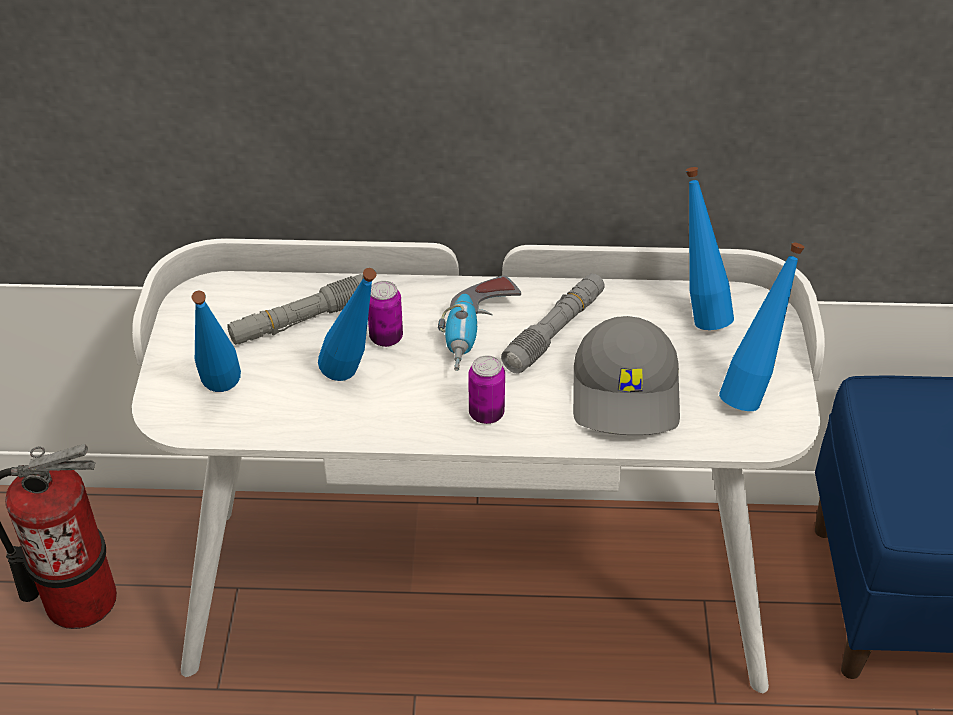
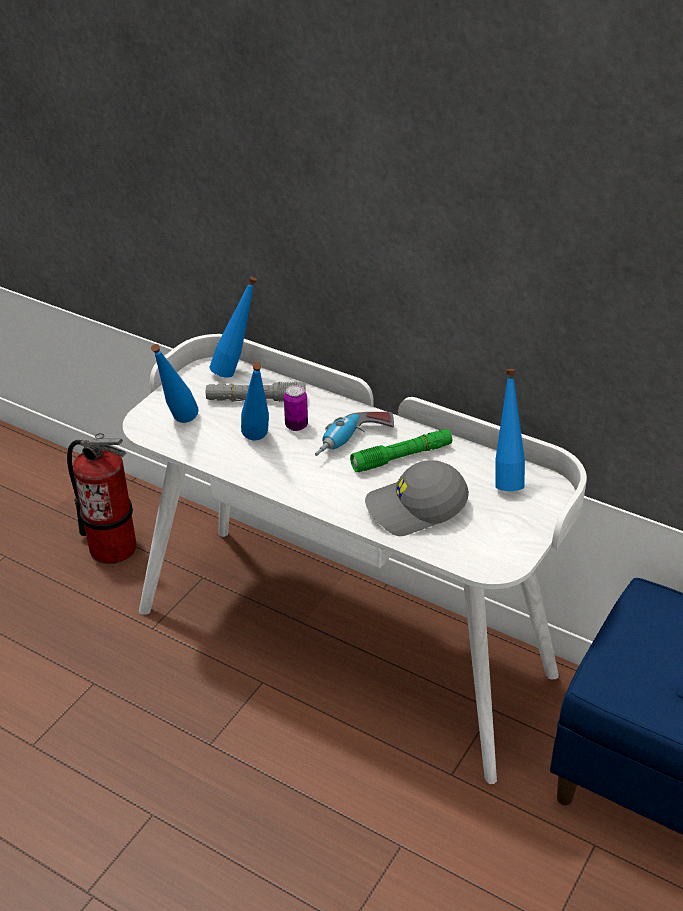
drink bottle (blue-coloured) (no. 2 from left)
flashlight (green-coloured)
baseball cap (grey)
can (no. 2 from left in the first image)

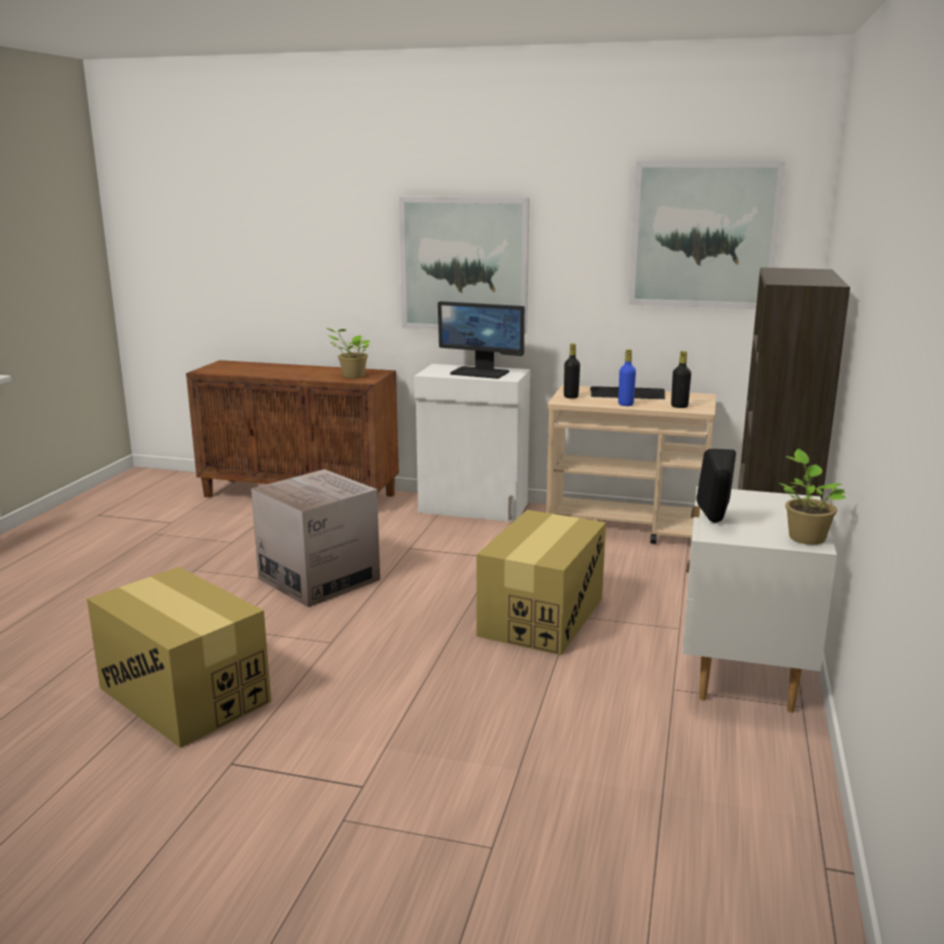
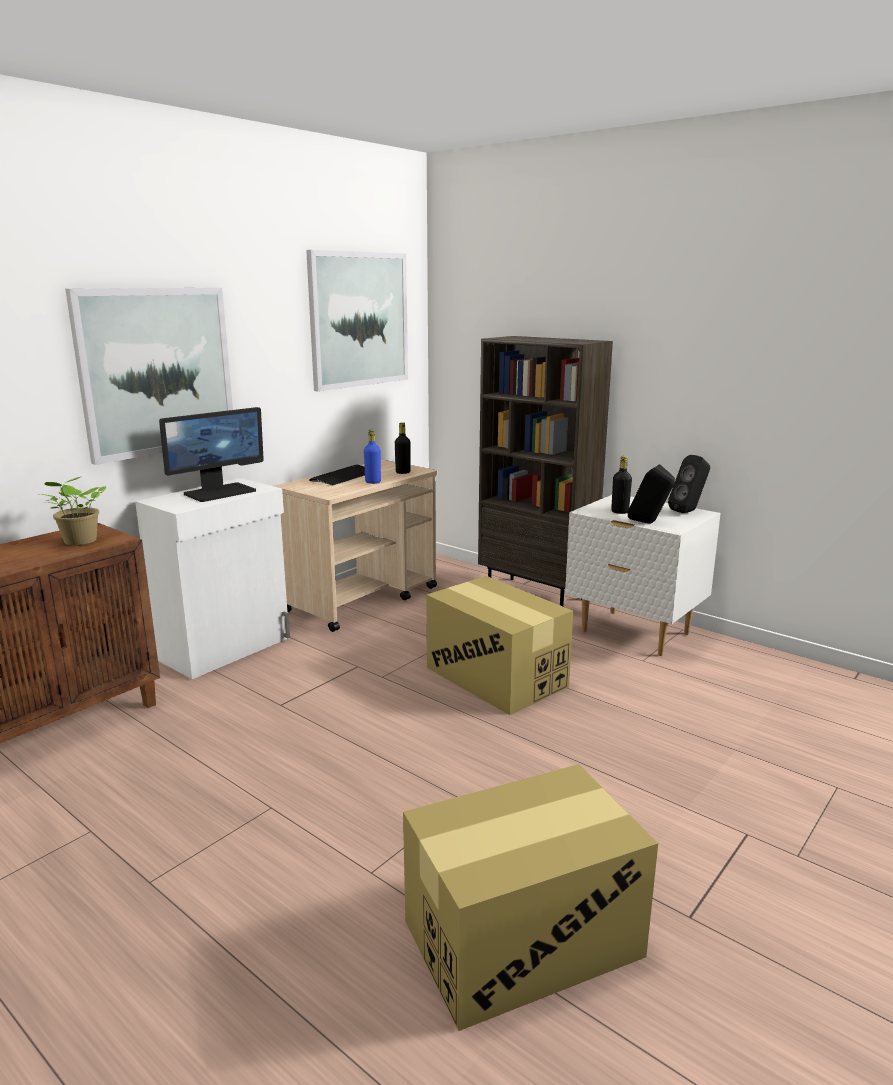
drink bottle (black-coloured) (no. 2 from left)
loudspeaker (black-coloured) (no. 2 from left)
packing box (no. 2 from left in the first image)

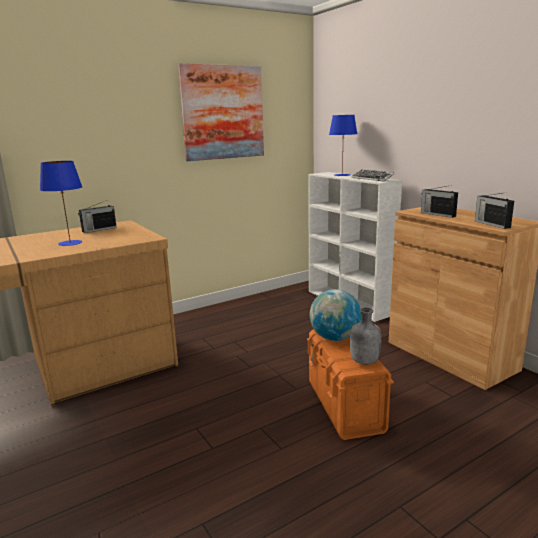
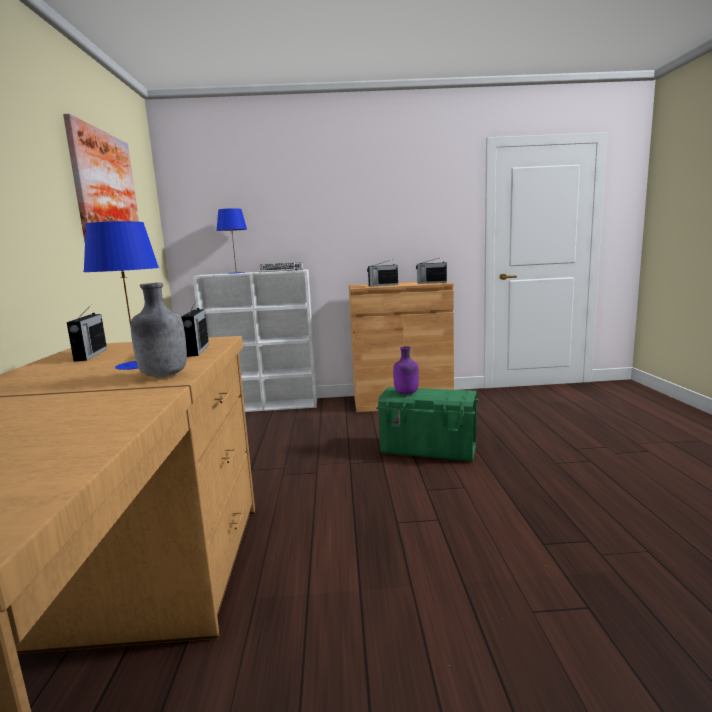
drink bottle (purplish)
drink bottle (grey)
storage bin (green-coloured)
radio receiver (no. 2 from left)

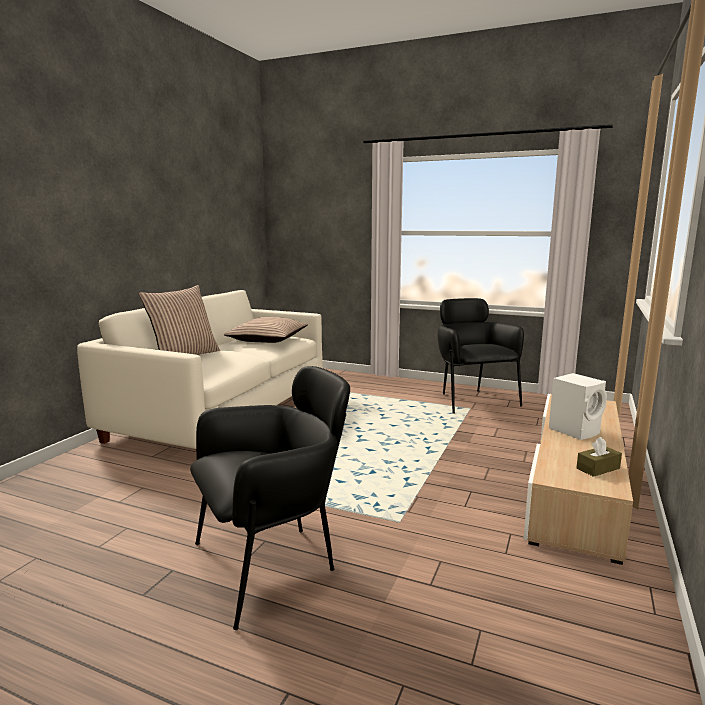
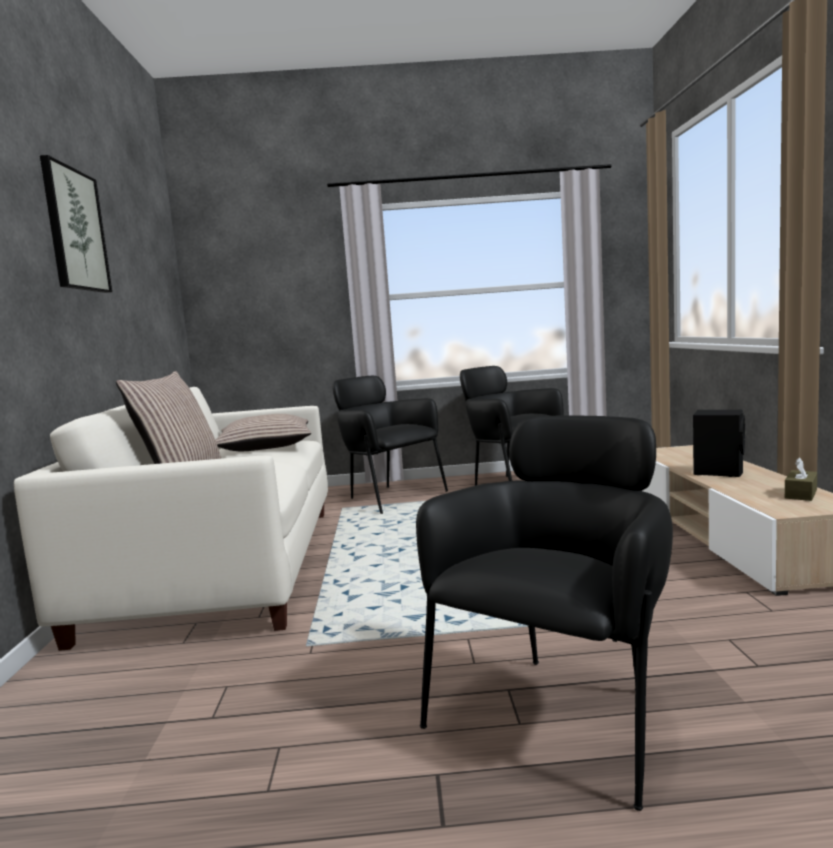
loudspeaker (black-coloured)
picture
easy chair (black-coloured) (no. 1 from left)

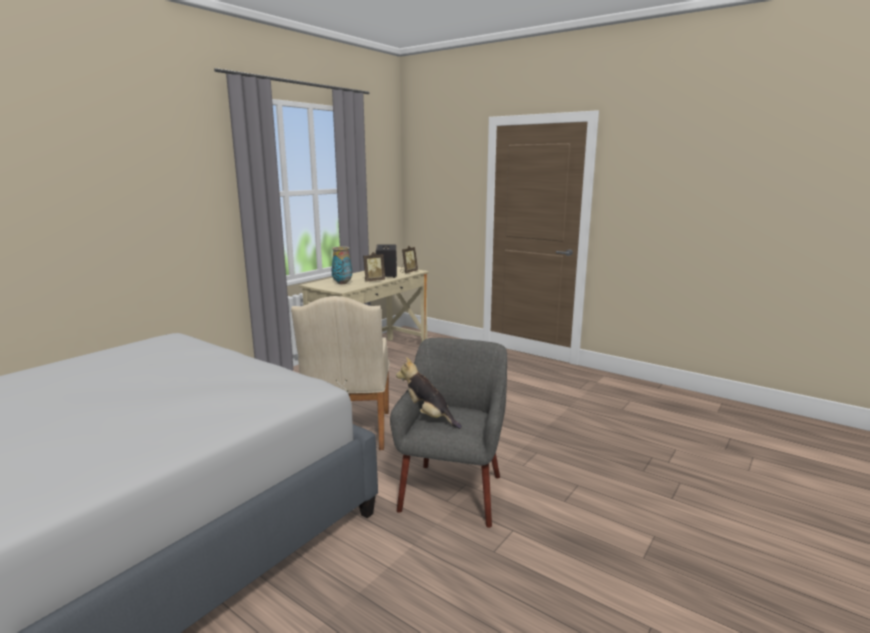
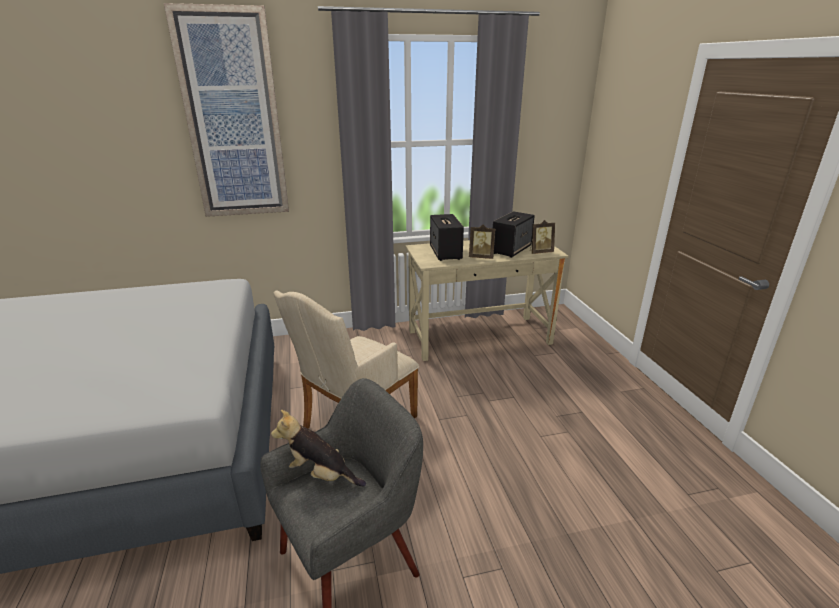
loudspeaker (no. 1 from left)
soft toy
picture

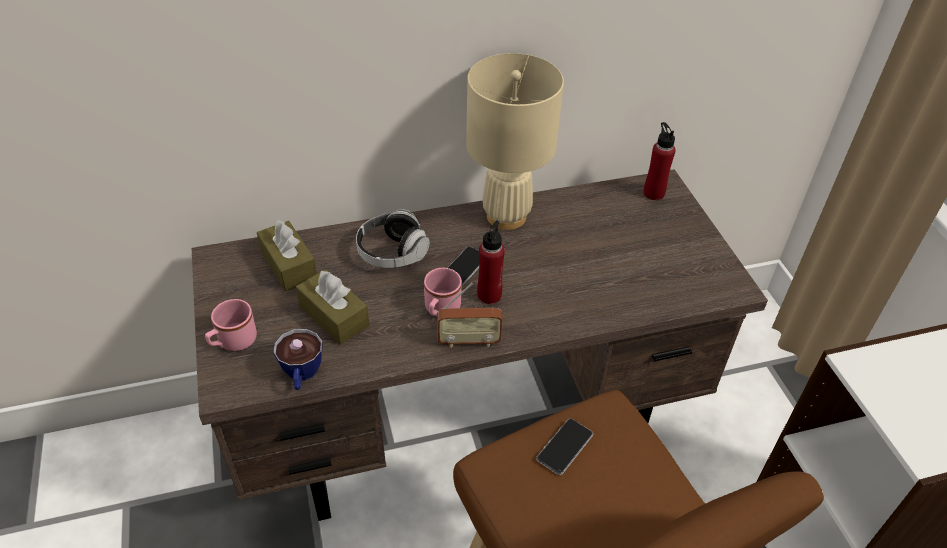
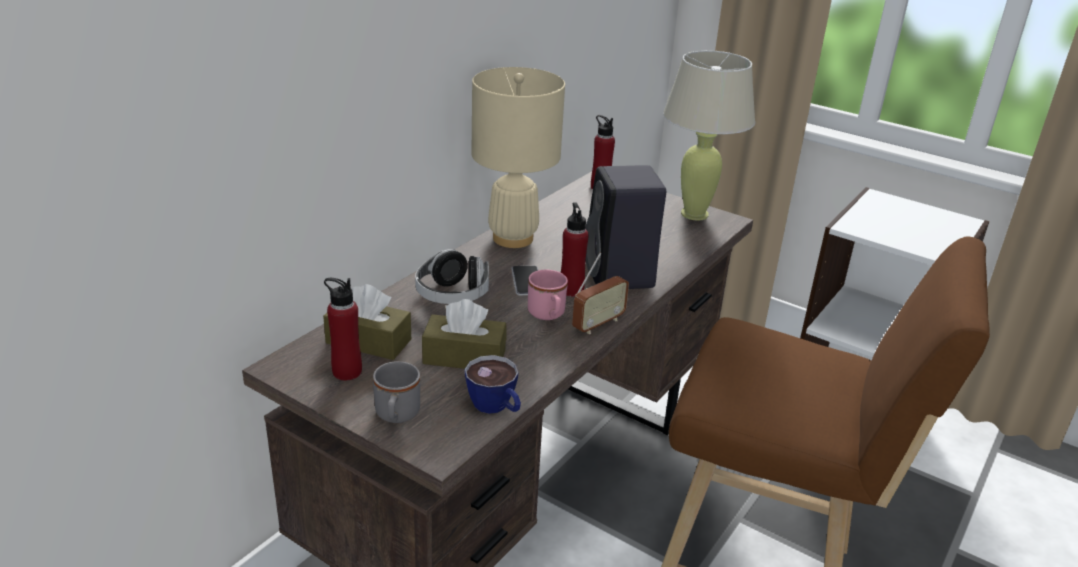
coffee mug (grey)
handset (no. 2 from left in the first image)
tabletop lamp (beige) (no. 2 from left)
loudspeaker (black-coloured)
drink bottle (red) (no. 1 from left)

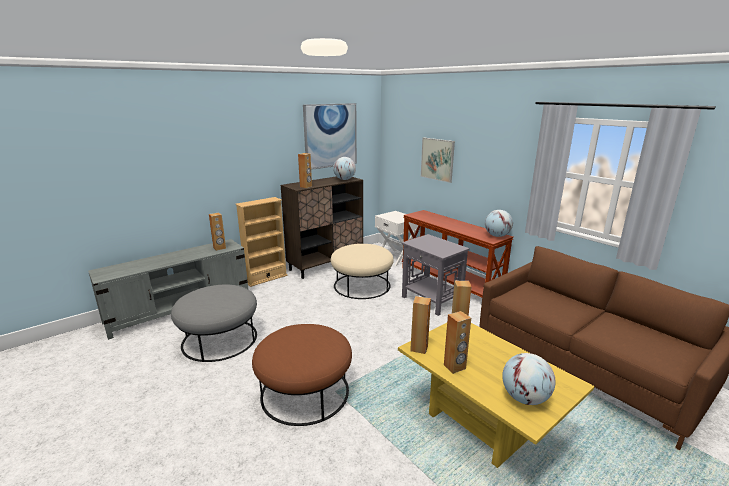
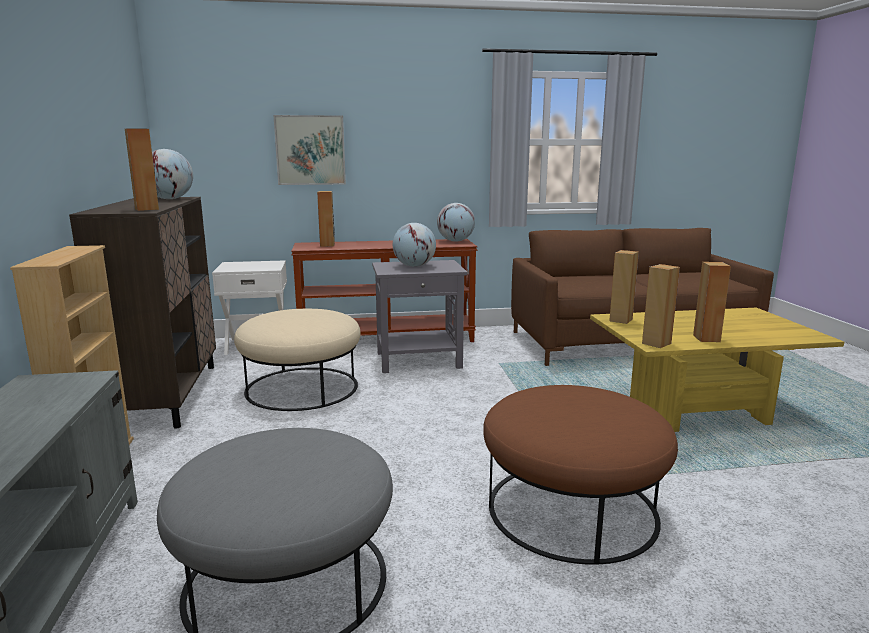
picture (no. 1 from left in the first image)
loudspeaker (brown) (no. 2 from left)
world globe (no. 2 from left)

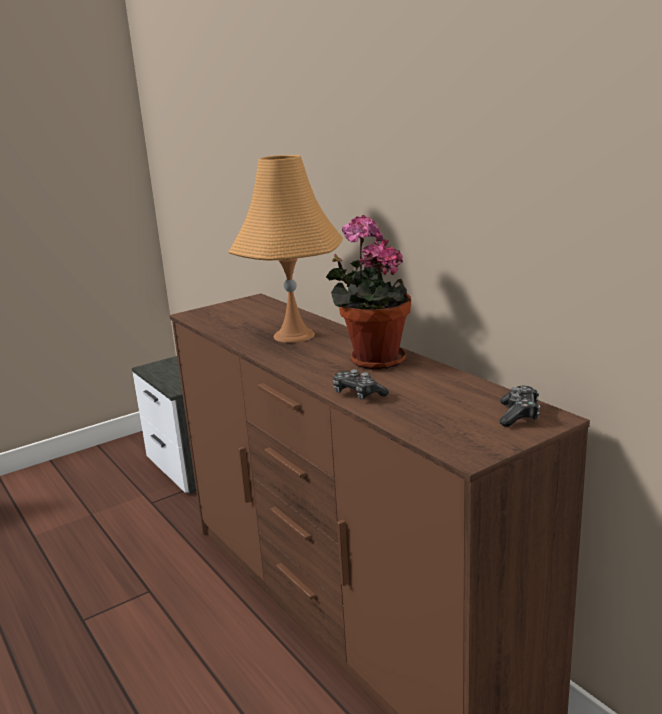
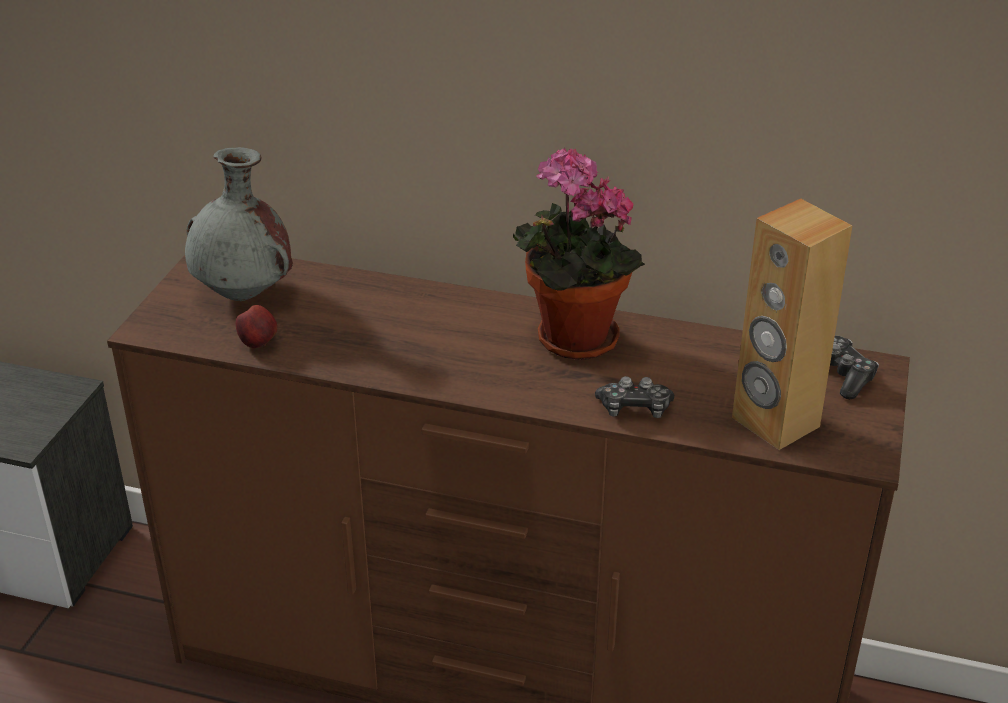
tabletop lamp (orangey)
vase (grey)
loudspeaker (brown)
apple

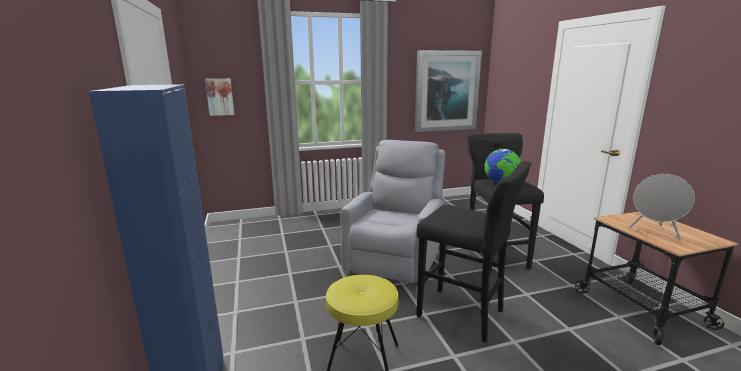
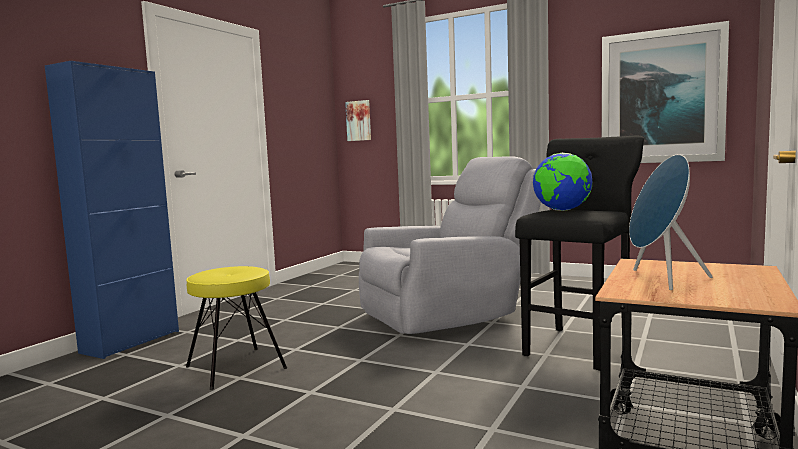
sitting stool (black-coloured) (no. 1 from left in the first image)
loudspeaker (blue-coloured)

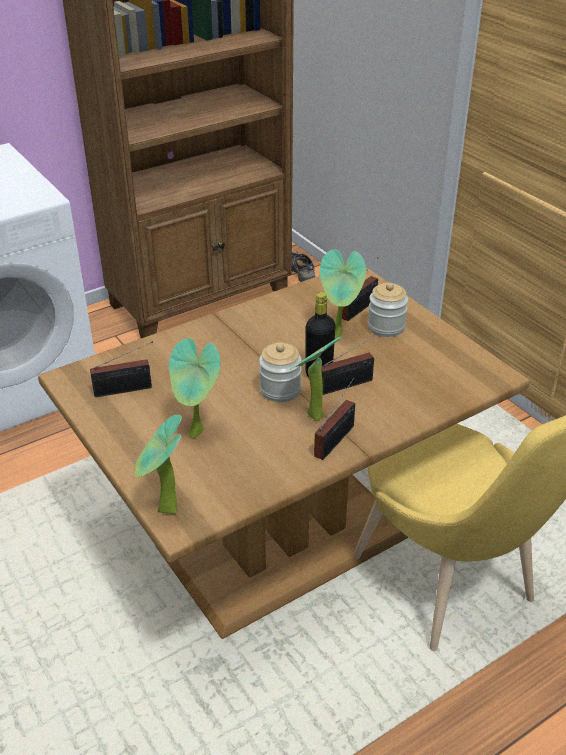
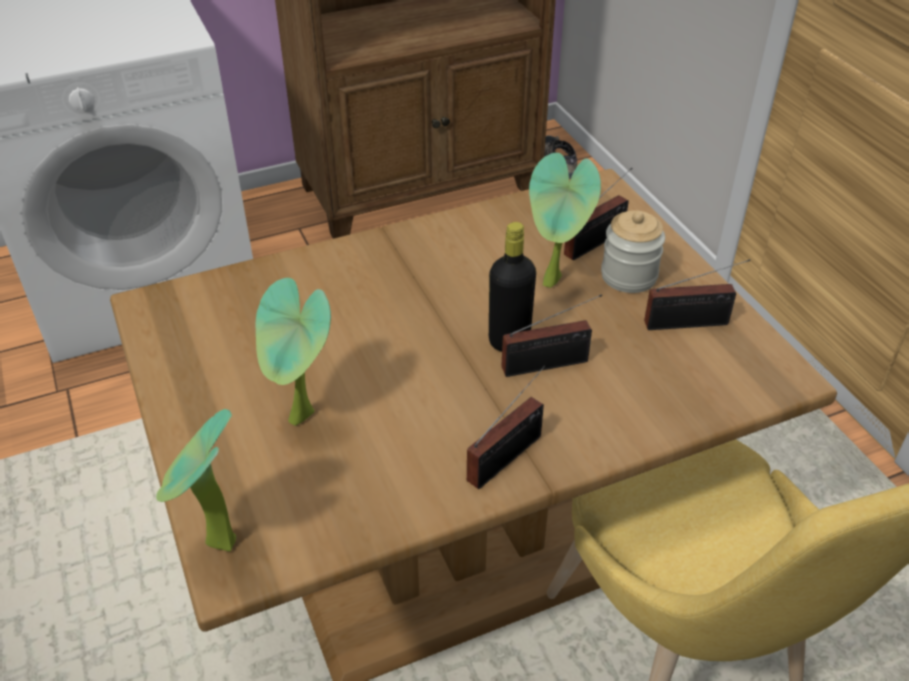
houseplant (no. 3 from left in the first image)
radio receiver (no. 4 from left)
storage jar (no. 1 from left in the first image)

